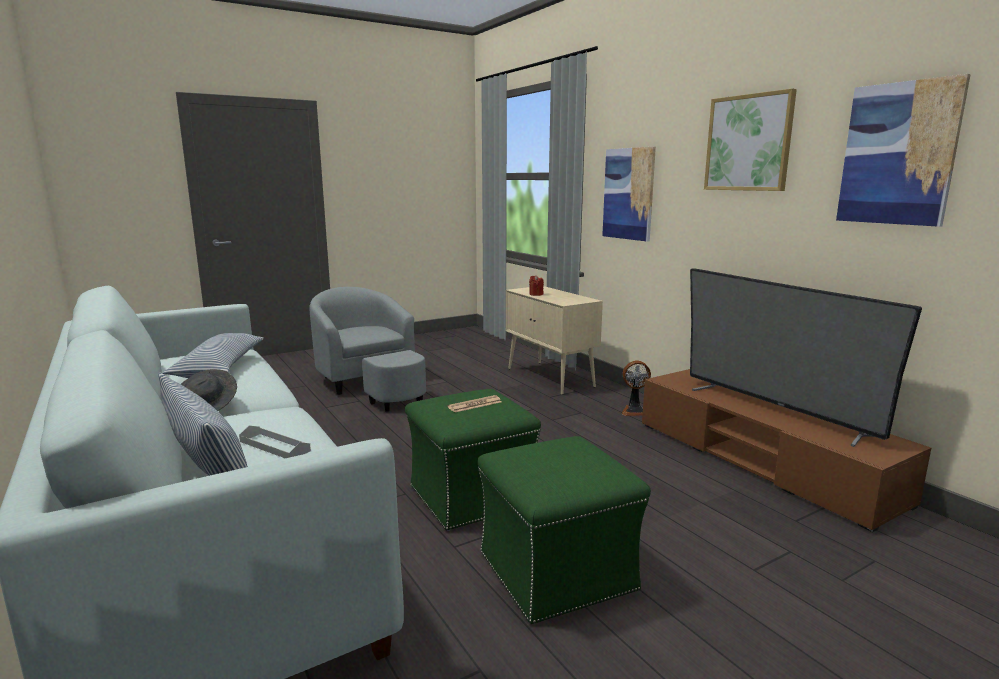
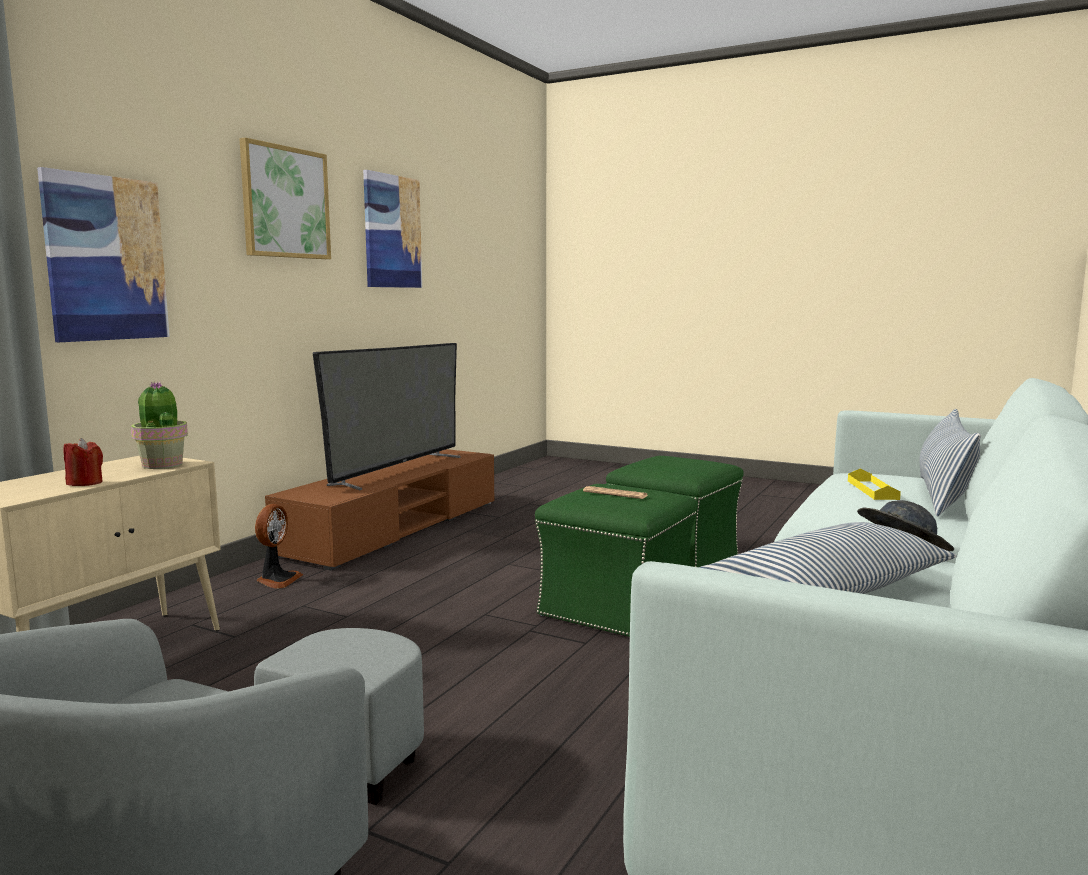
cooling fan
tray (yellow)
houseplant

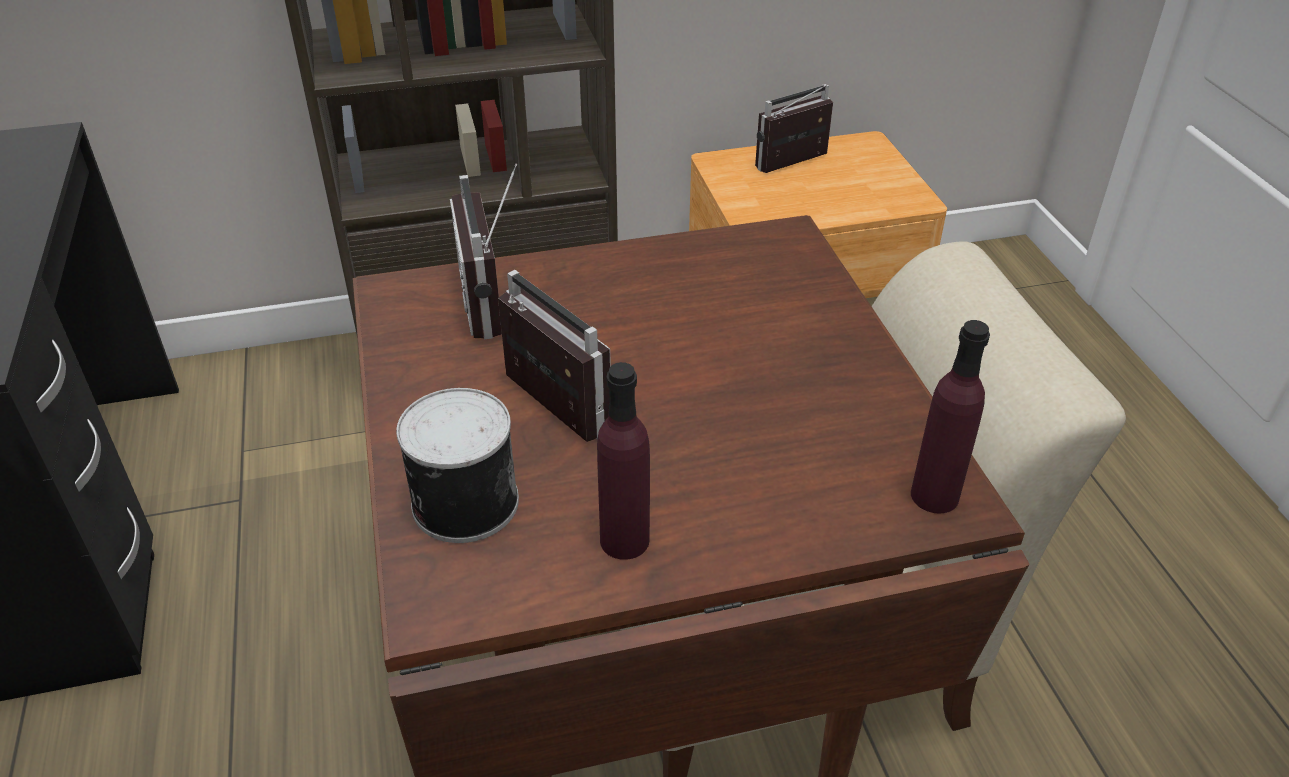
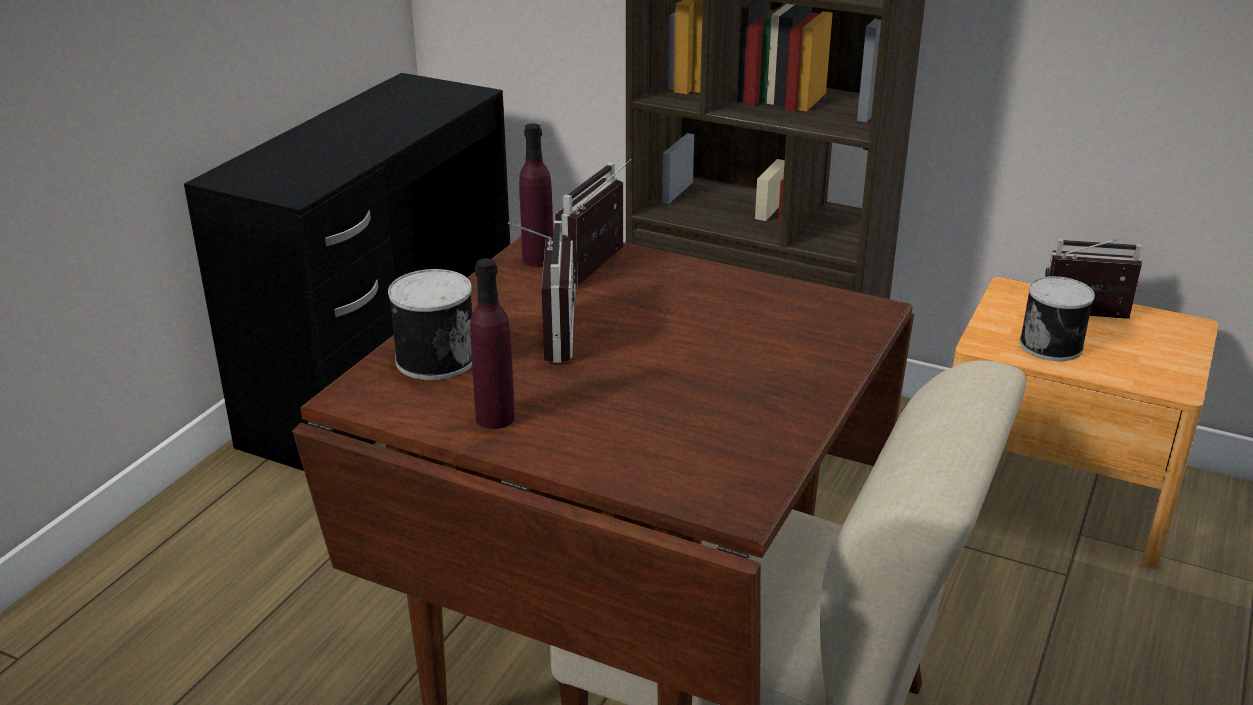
drink bottle (purplish) (no. 2 from left)
can (no. 2 from left)

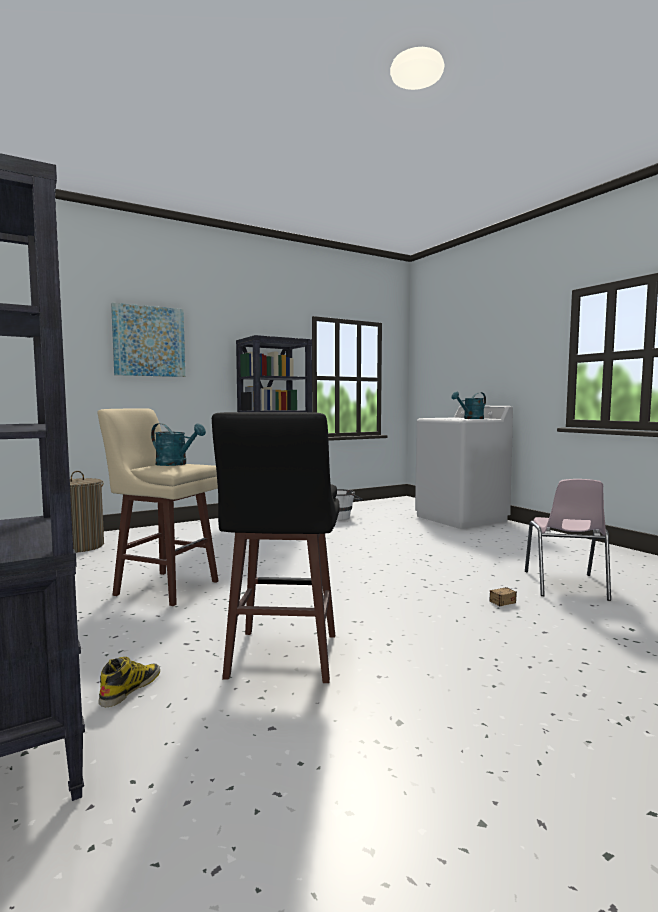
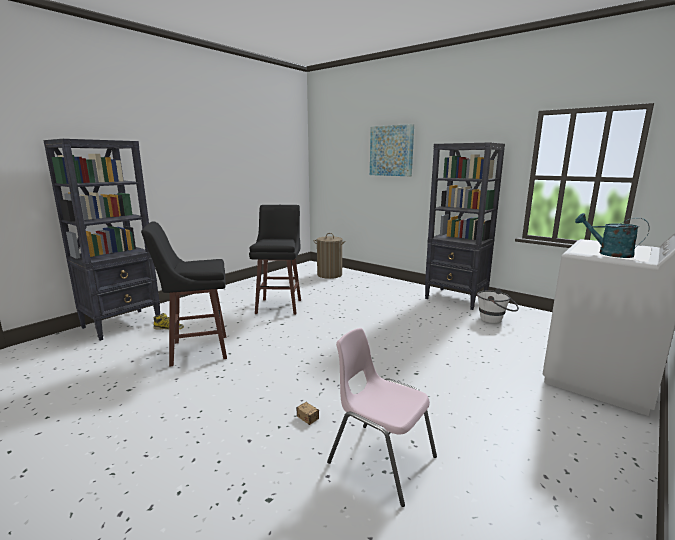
sitting stool (black-coloured) (no. 2 from left)
sprinkling can (blue-green) (no. 1 from left in the first image)
plain chair (pinkish)

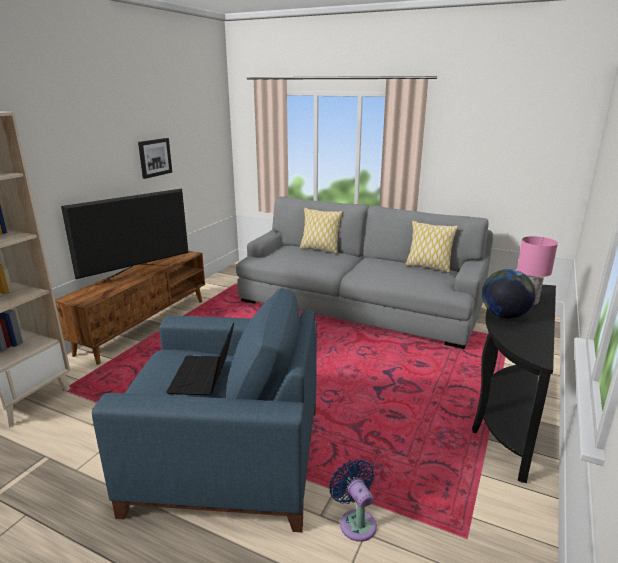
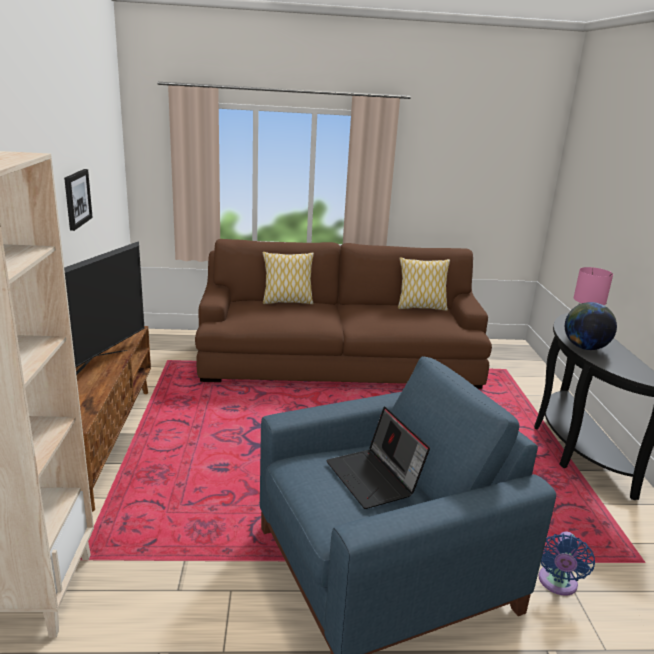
settee (brown)
cooling fan (blue-coloured)

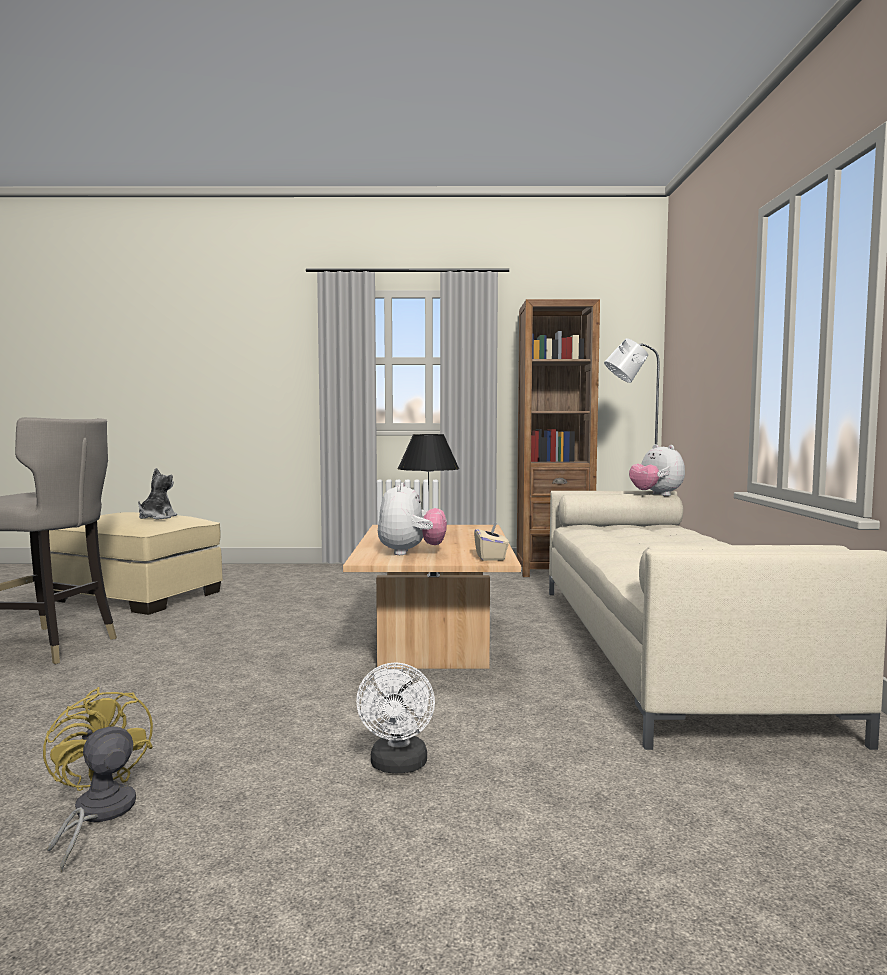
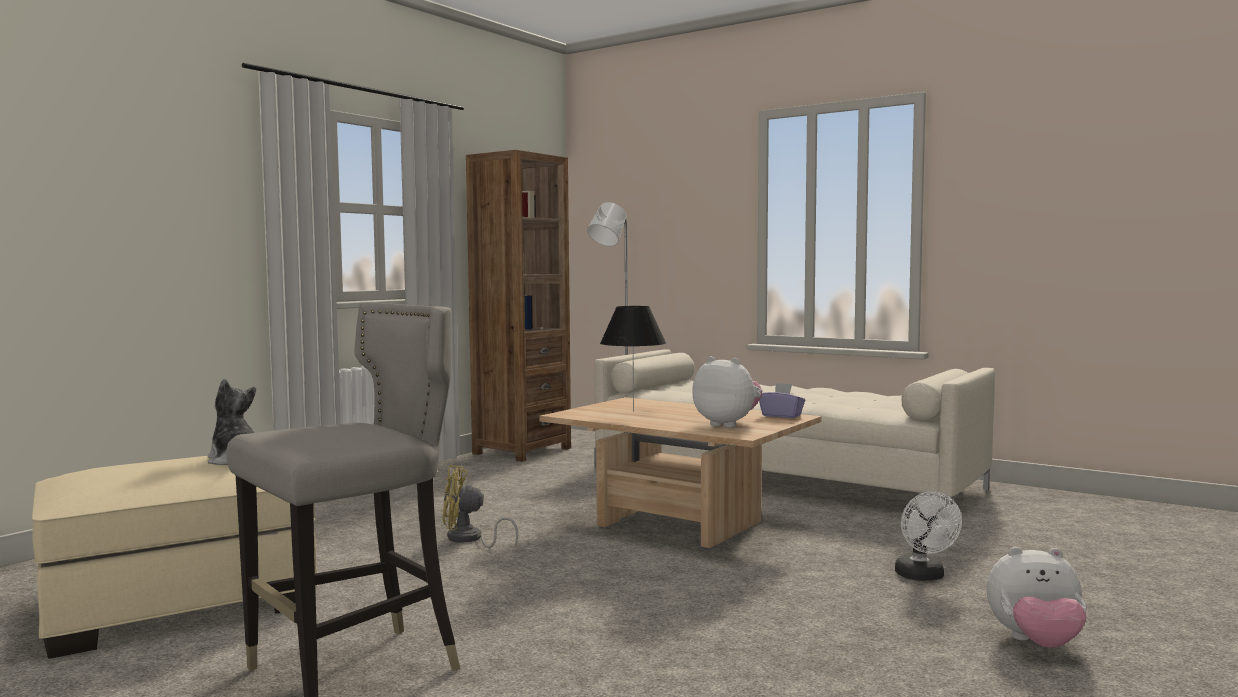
soft toy (no. 3 from left)
tissue box (purplish)
cooling fan (white)
cooling fan (yellow)

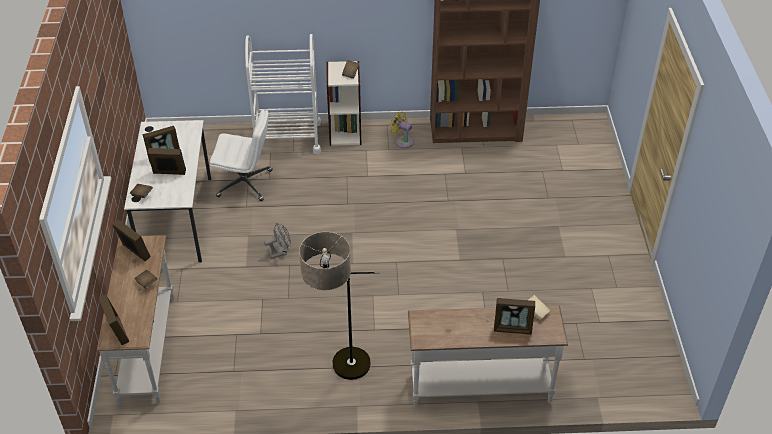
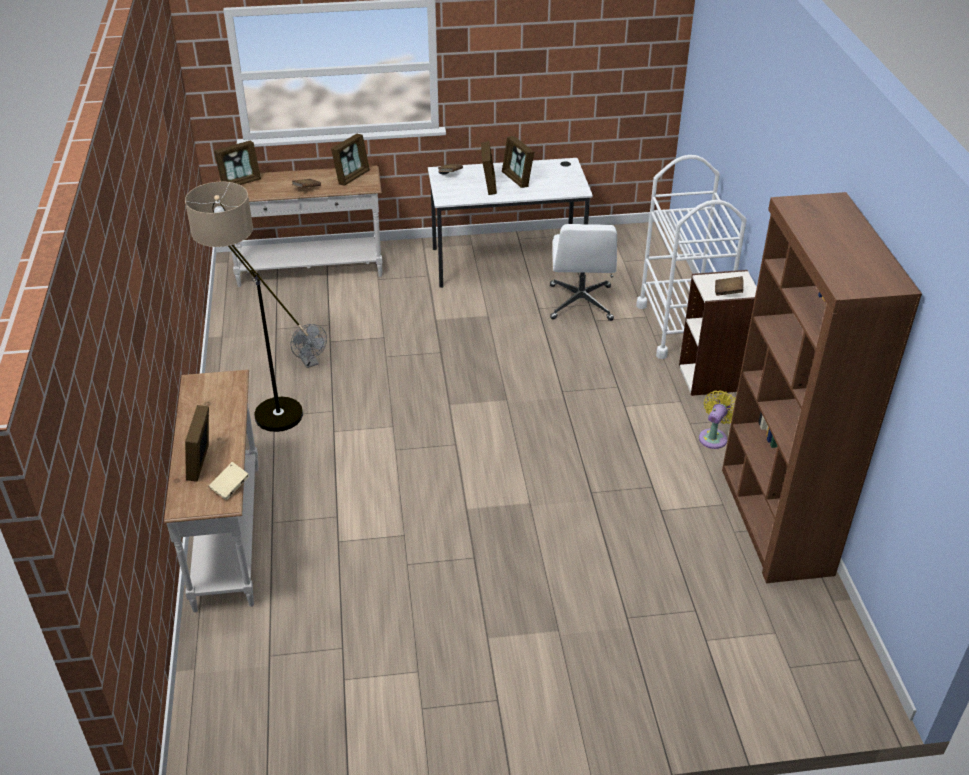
cooling fan (grey)

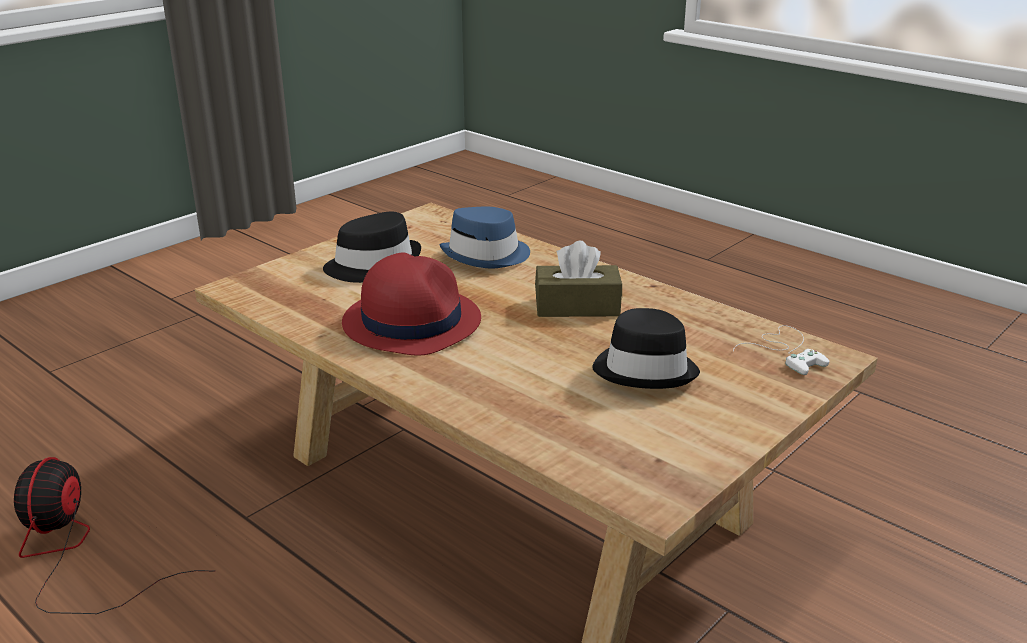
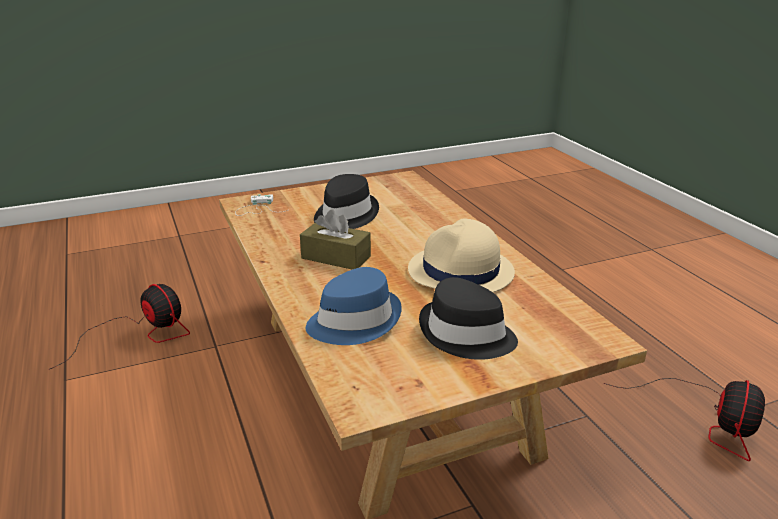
wearable hat (beige)
cooling fan (no. 1 from left)

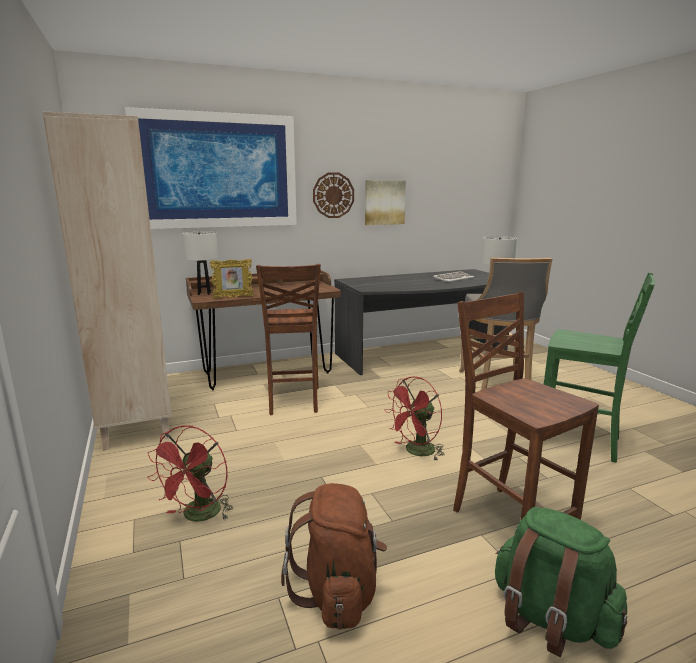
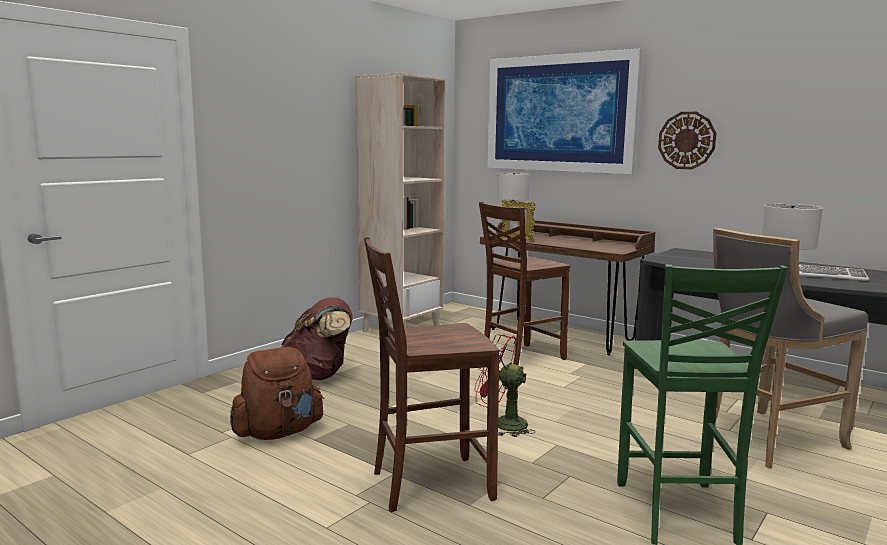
picture (no. 2 from left in the first image)
plain chair (brown) (no. 1 from left)
knapsack (brown) (no. 2 from left)
knapsack (green-coloured)

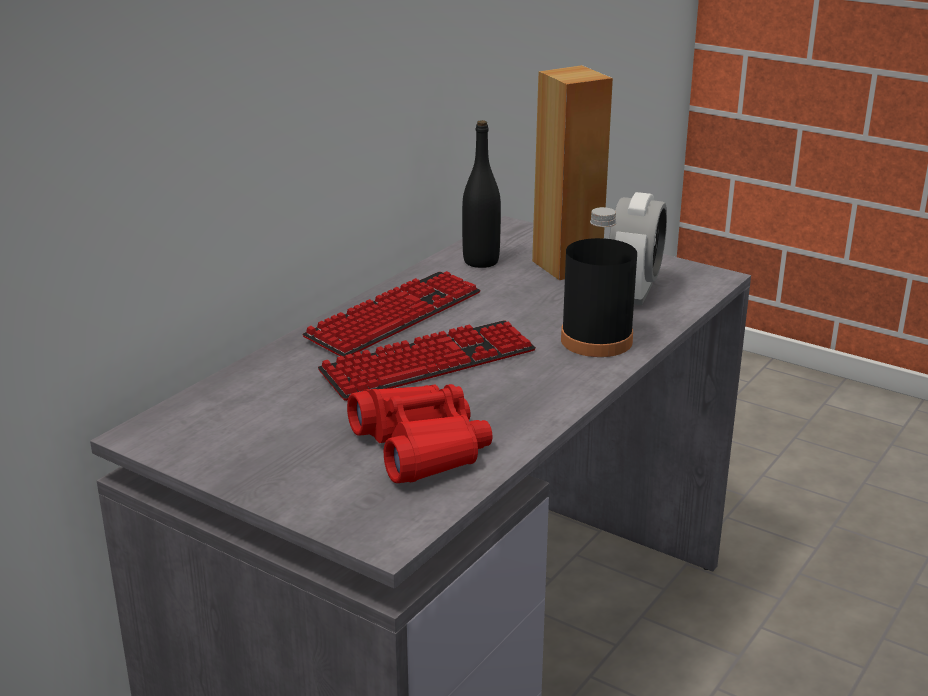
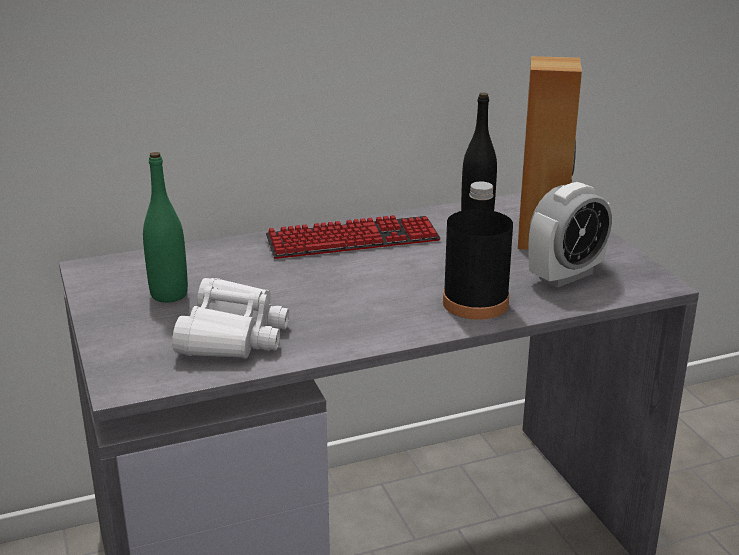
keyboard (no. 2 from left in the first image)
field glasses (white)
drink bottle (green-coloured)

